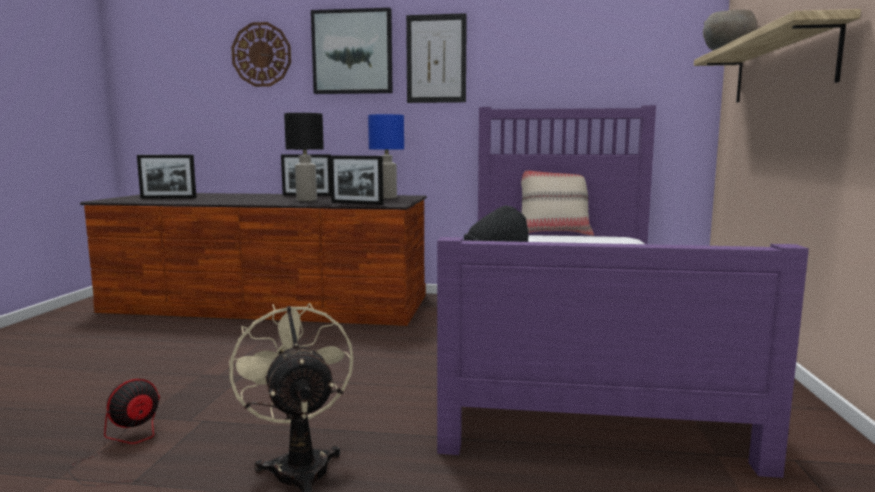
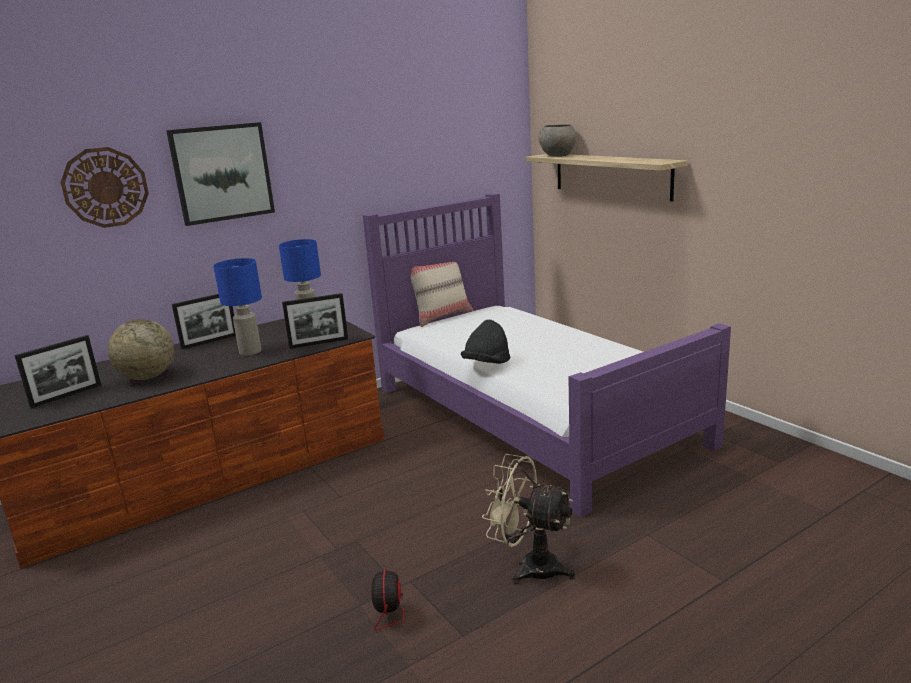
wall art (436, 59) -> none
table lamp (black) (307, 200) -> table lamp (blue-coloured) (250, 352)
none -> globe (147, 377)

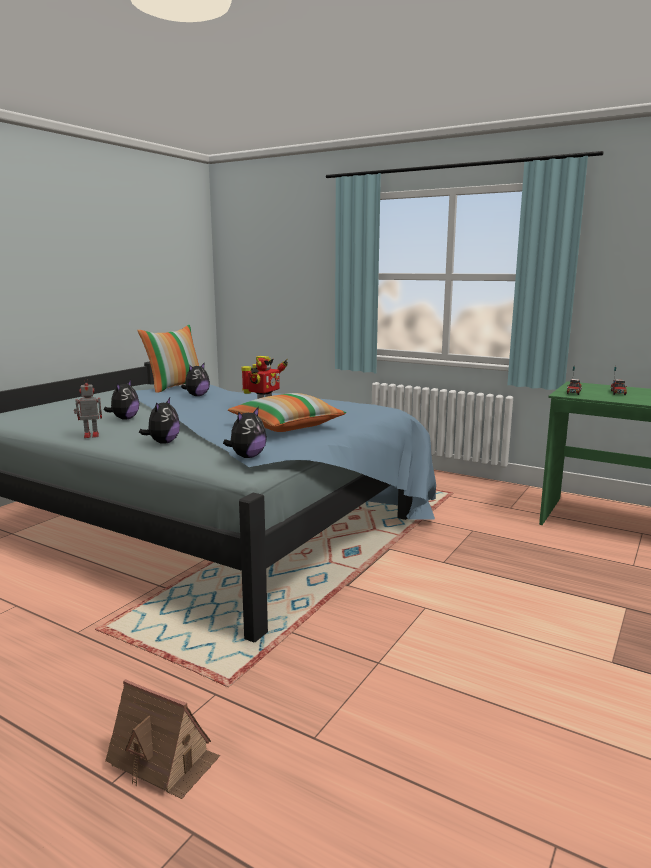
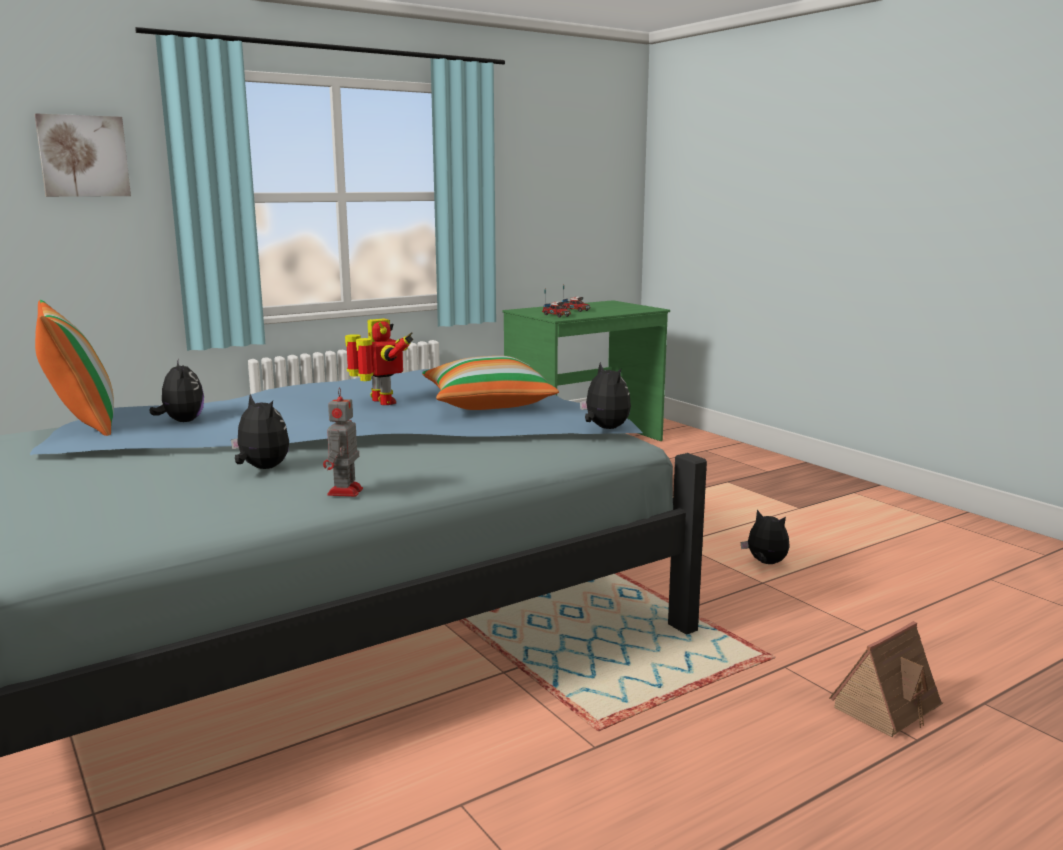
plush toy (163, 442) -> plush toy (765, 563), shifted
none -> wall art (83, 156)

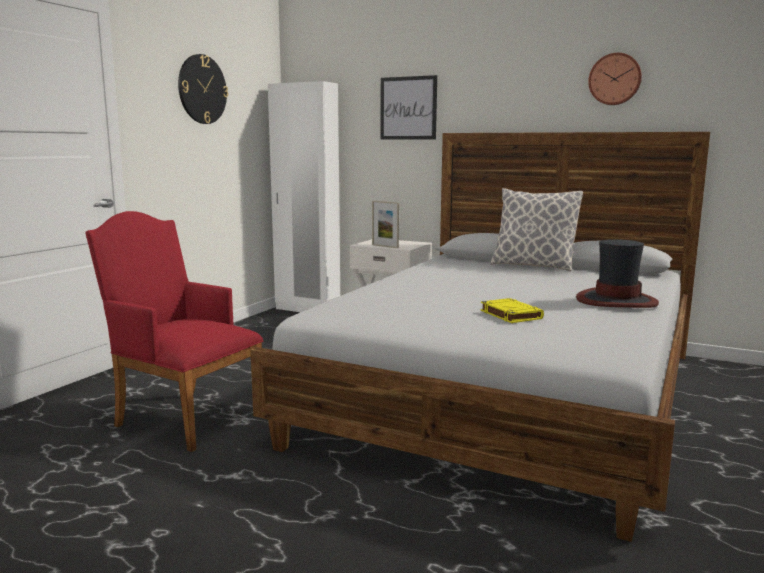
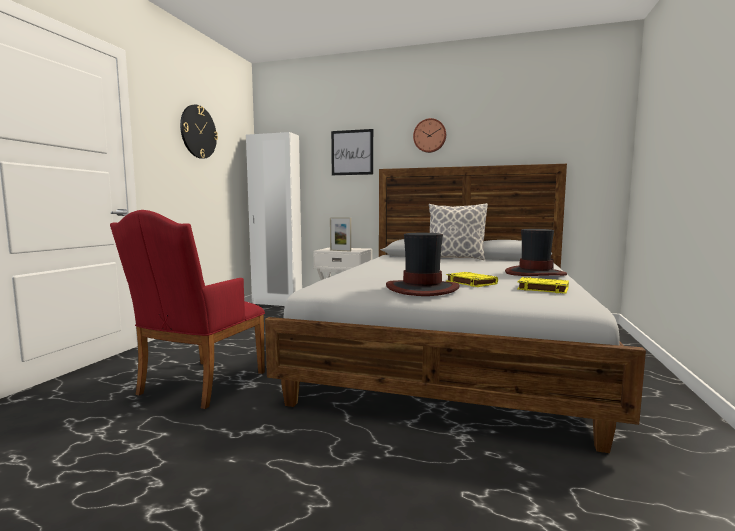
clock on the wall (615, 79) -> clock on the wall (429, 136), shifted
easy chair (red) (184, 417) -> easy chair (red) (197, 385), 90 degrees counterclockwise
none -> hat (422, 289)
none -> bound book (yellowish) (542, 289)

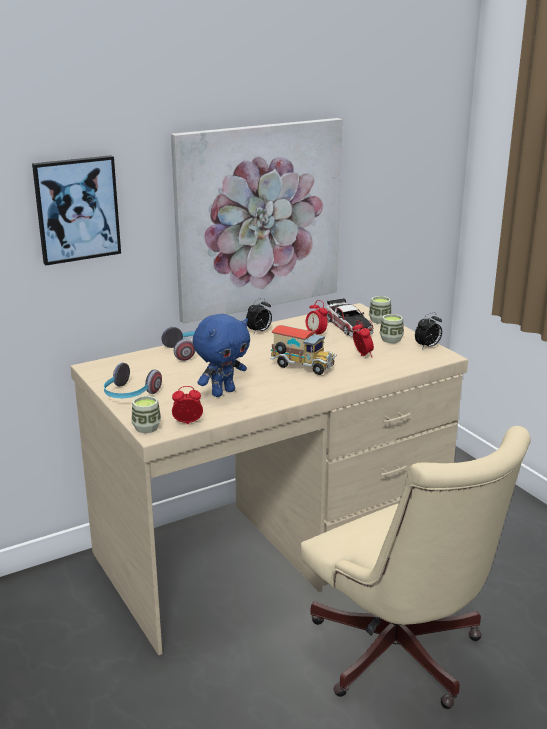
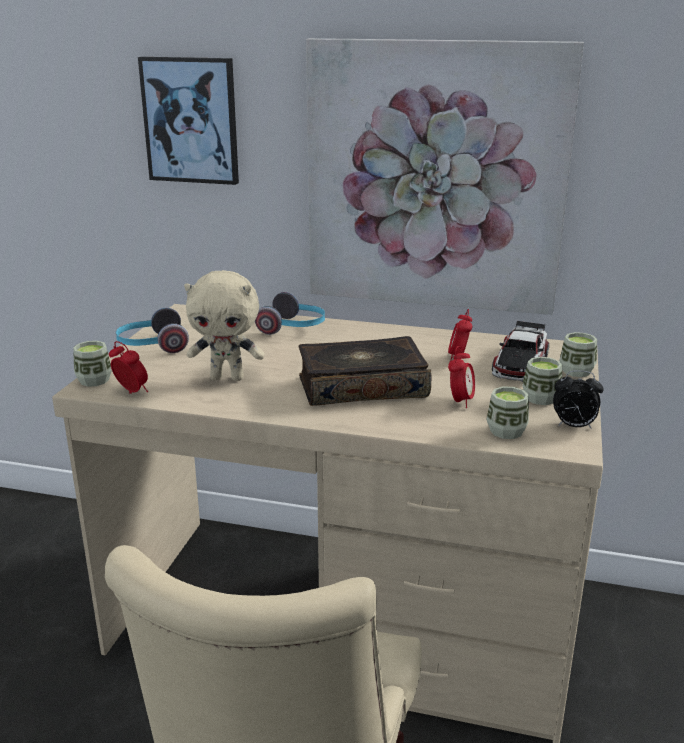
alarm clock (259, 331) -> none
plush toy (blue-coloured) (223, 392) -> plush toy (beige) (228, 377)
model truck (302, 367) -> bound book (362, 386)
none -> drinking cup (506, 431)

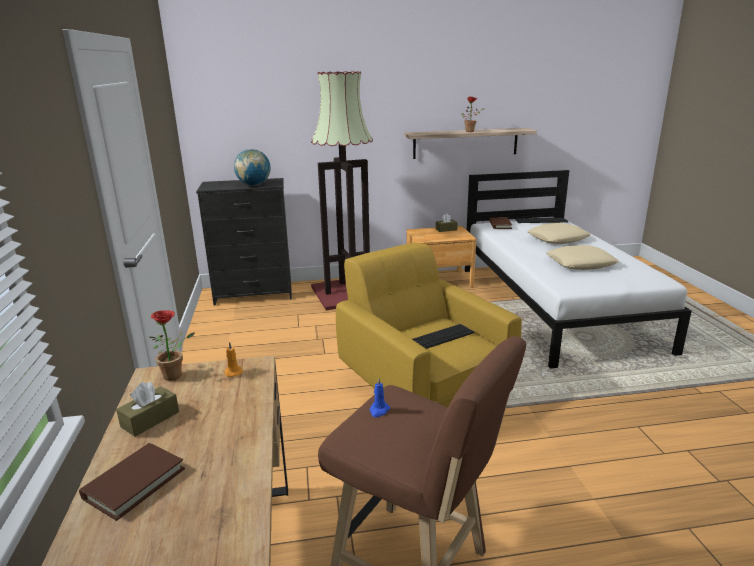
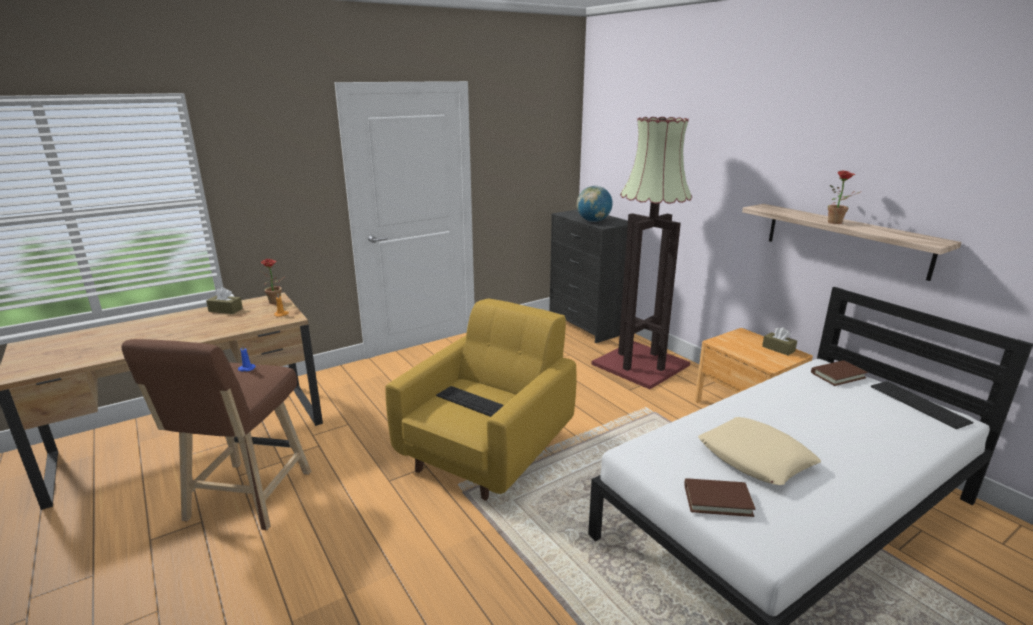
cushion (beige) (558, 239) -> none
bound book (brown) (134, 483) -> bound book (brown) (717, 500), shifted

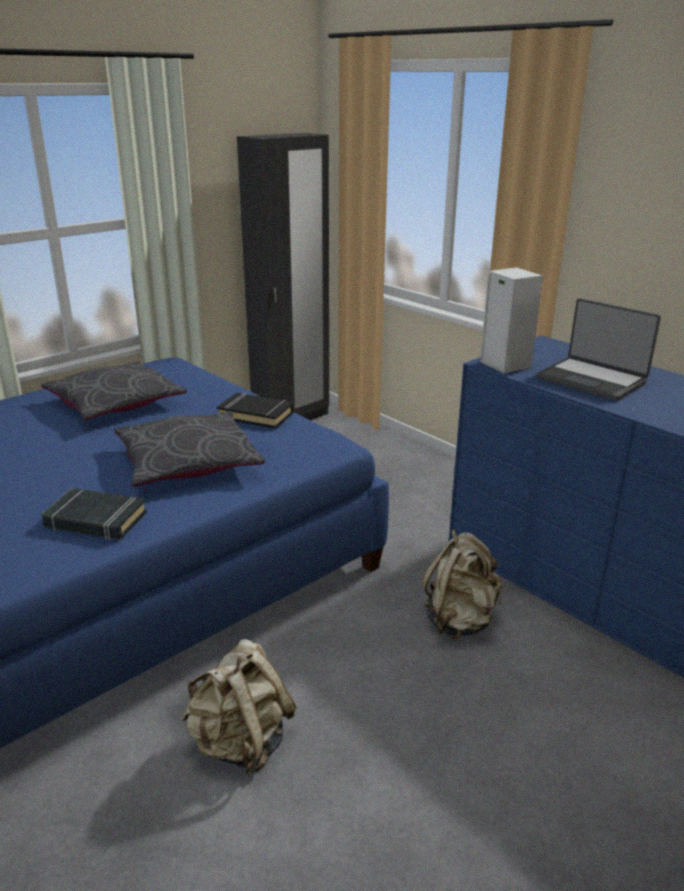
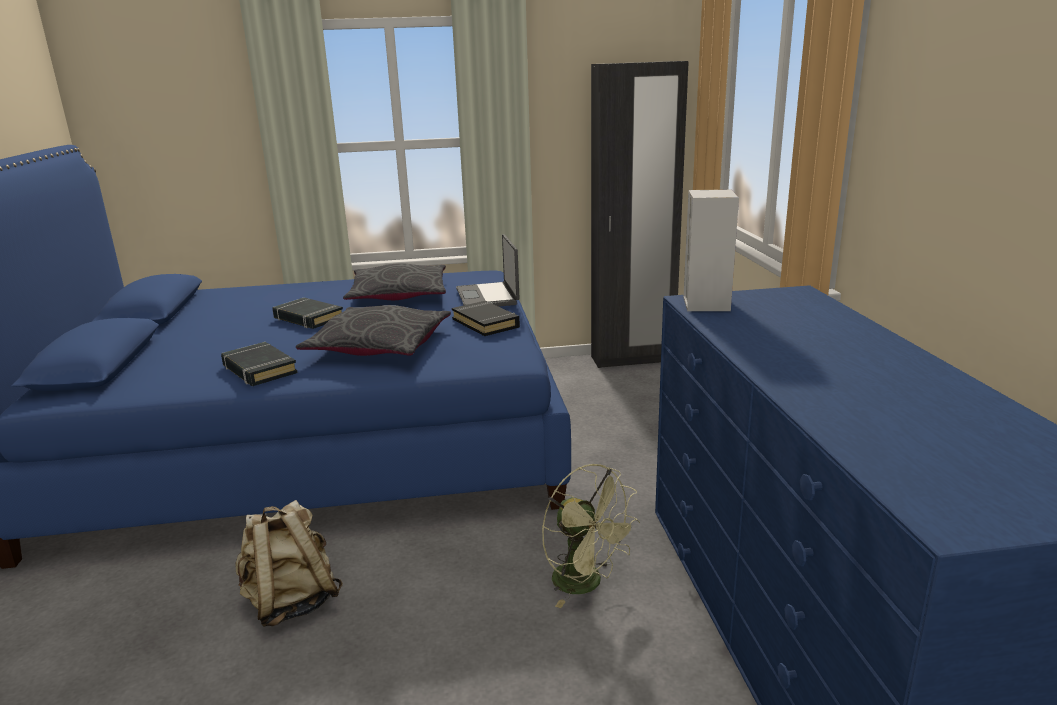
laptop (592, 380) -> laptop (488, 297), shifted
knapsack (beige) (460, 620) -> fan (green) (586, 584)
none -> bound book (black) (308, 318)

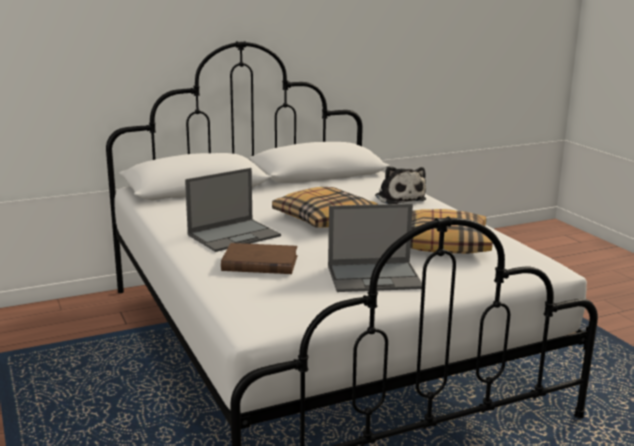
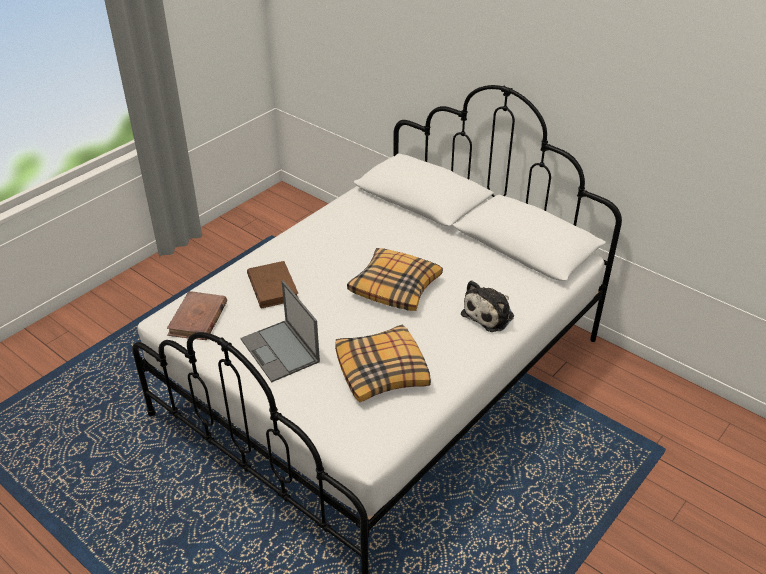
laptop (235, 235) -> none
none -> bound book (brown) (198, 319)

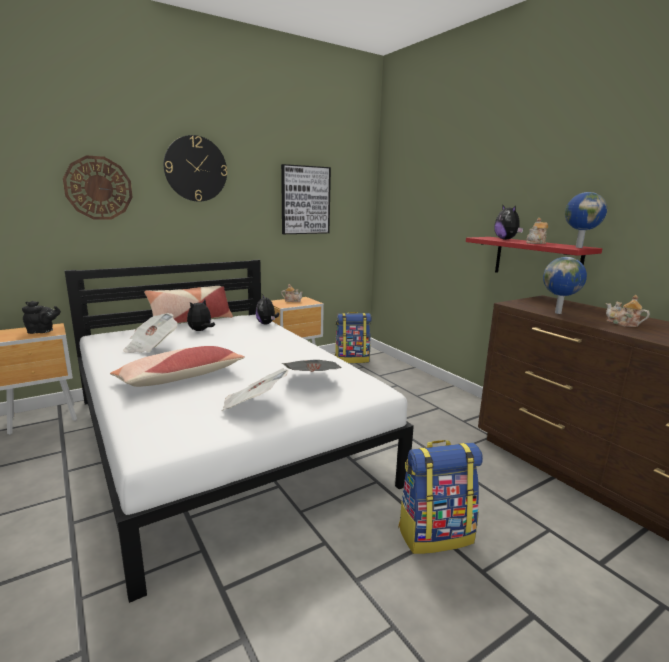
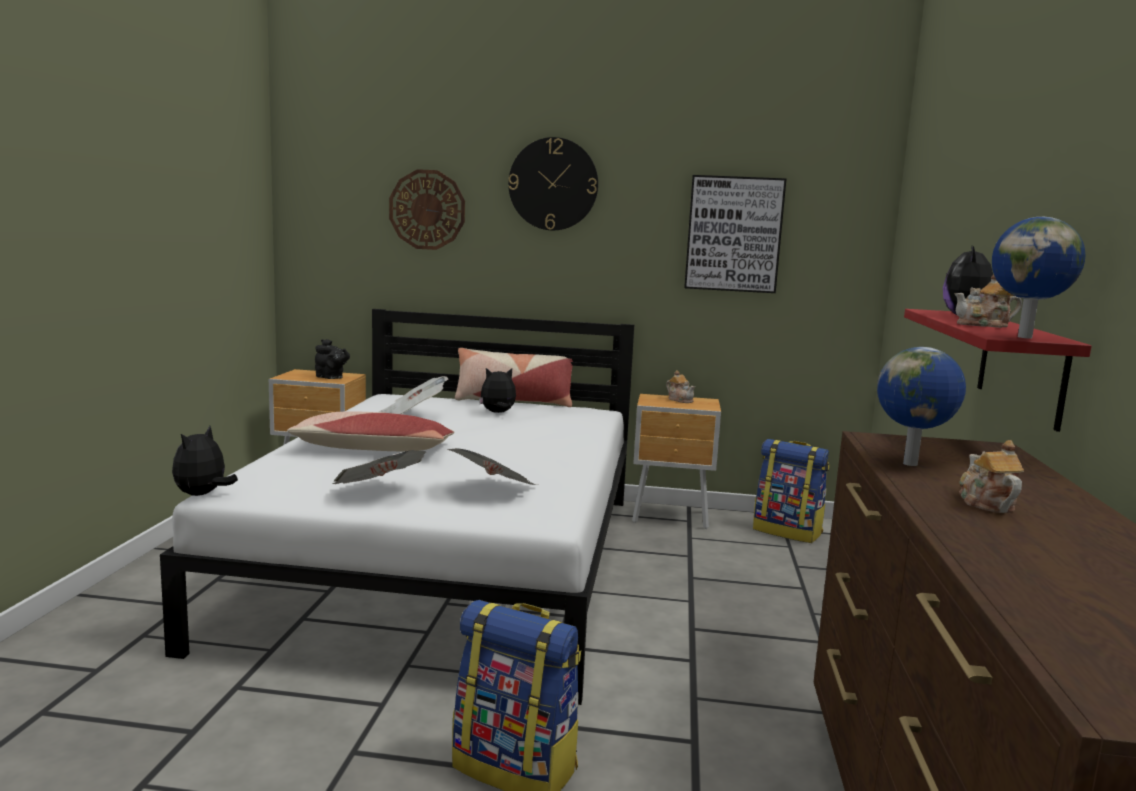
plush toy (267, 324) -> plush toy (202, 495), shifted

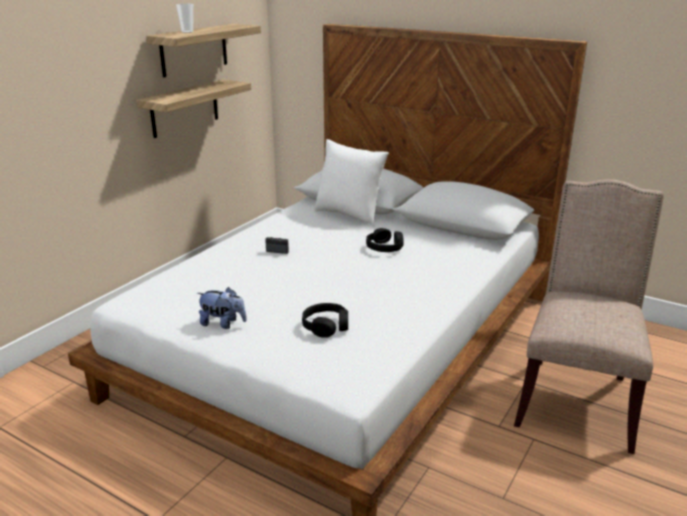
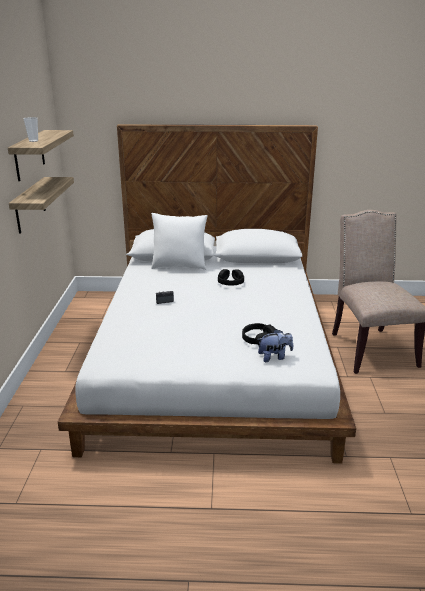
plush toy (223, 323) -> plush toy (274, 357), shifted

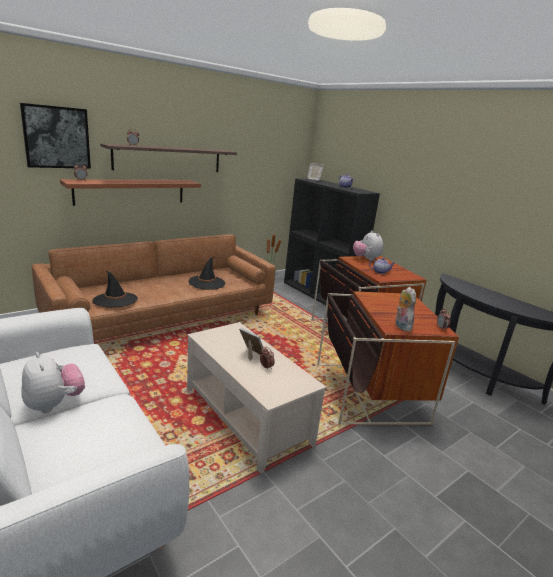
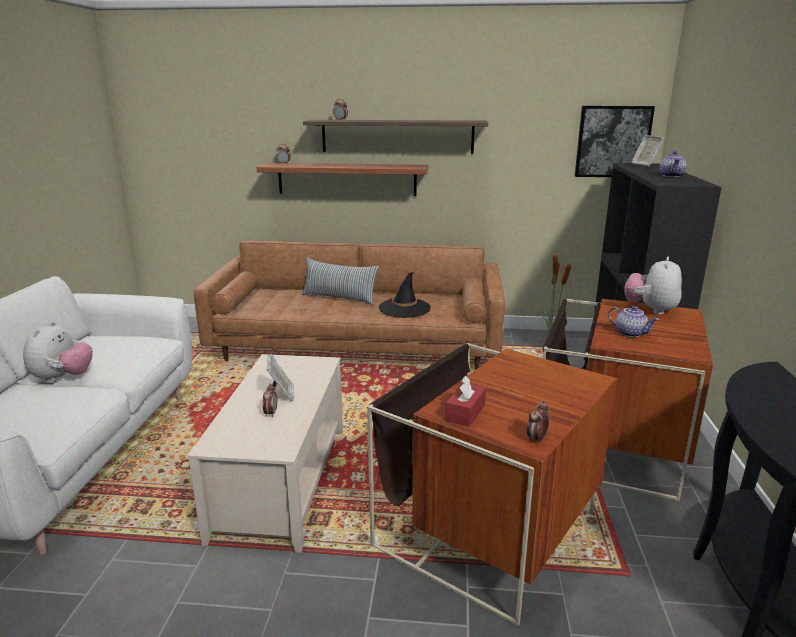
wall art (56, 137) -> wall art (612, 141), shifted
hat (black) (115, 300) -> none
plush toy (401, 326) -> box of tissues (red) (465, 413)
none -> cushion (339, 298)

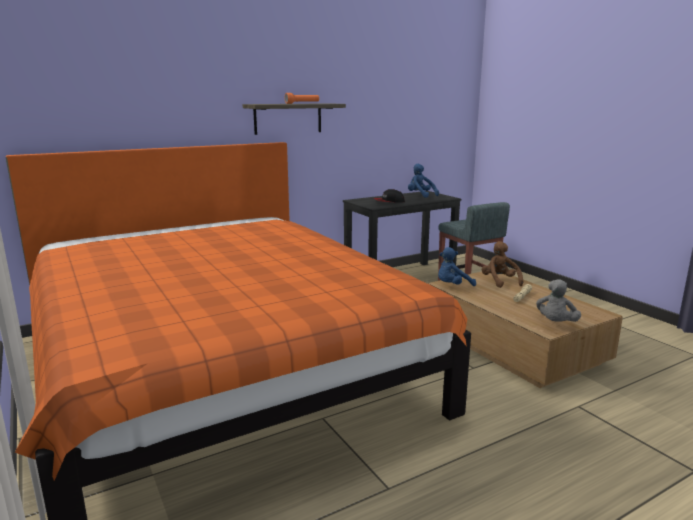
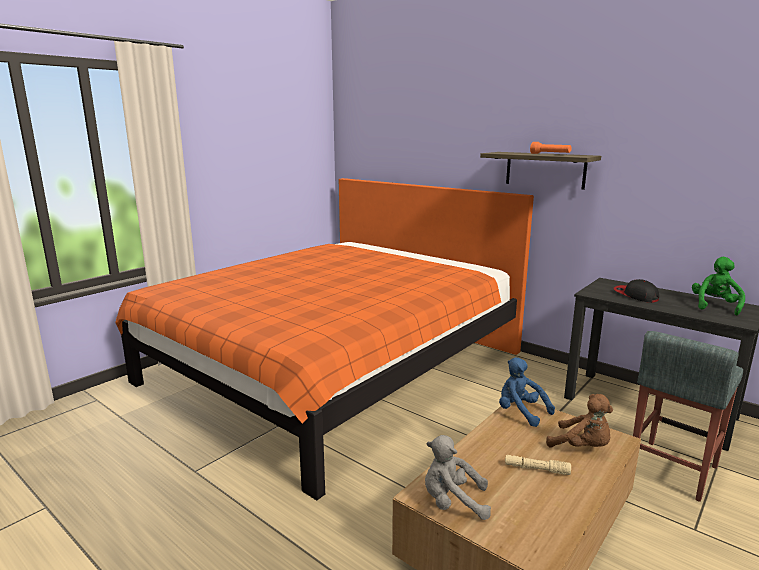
plush toy (blue-coloured) (420, 195) -> plush toy (green) (714, 306)
plush toy (brown) (499, 281) -> plush toy (brown) (582, 447), 75 degrees clockwise

